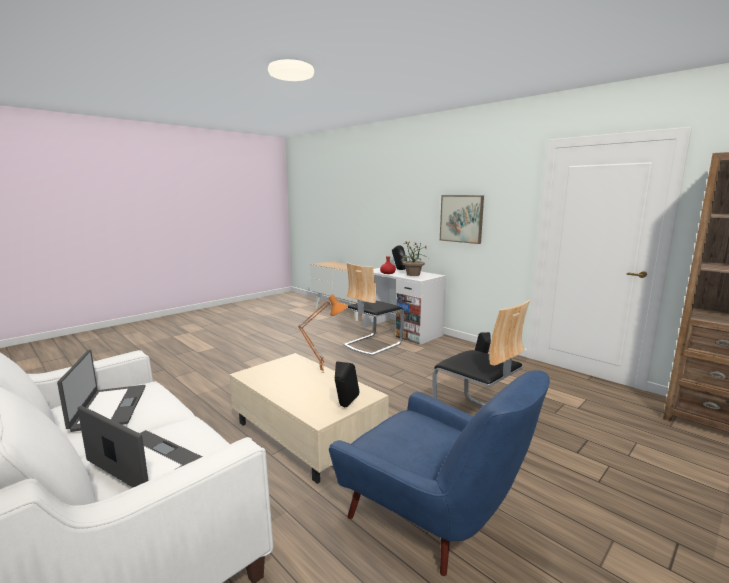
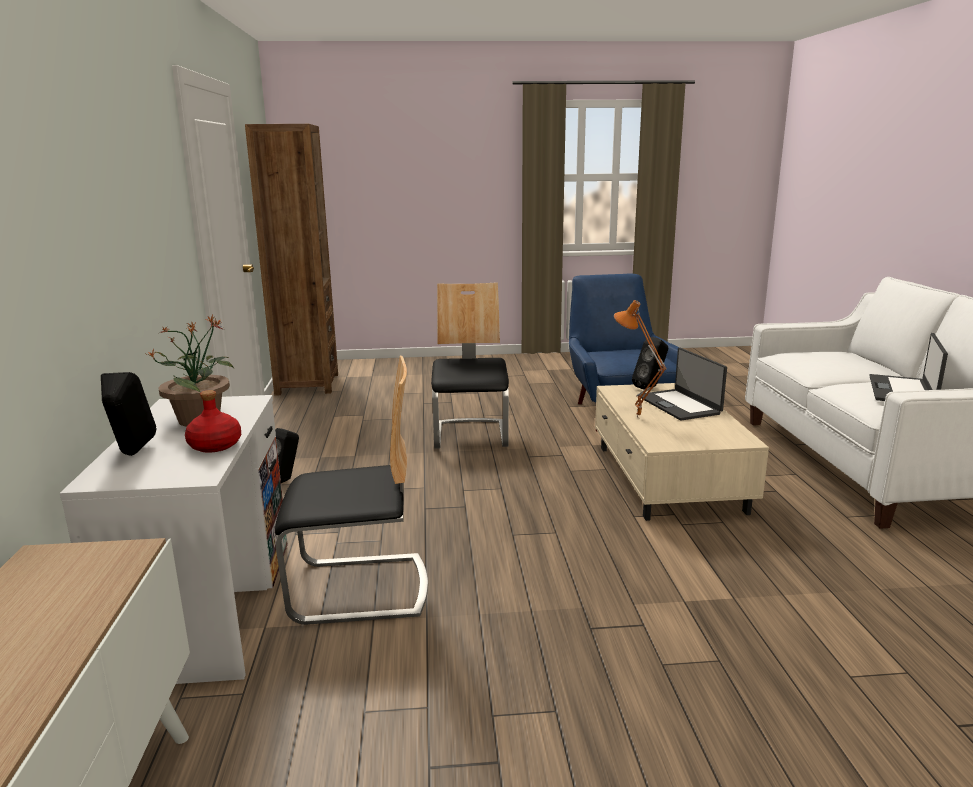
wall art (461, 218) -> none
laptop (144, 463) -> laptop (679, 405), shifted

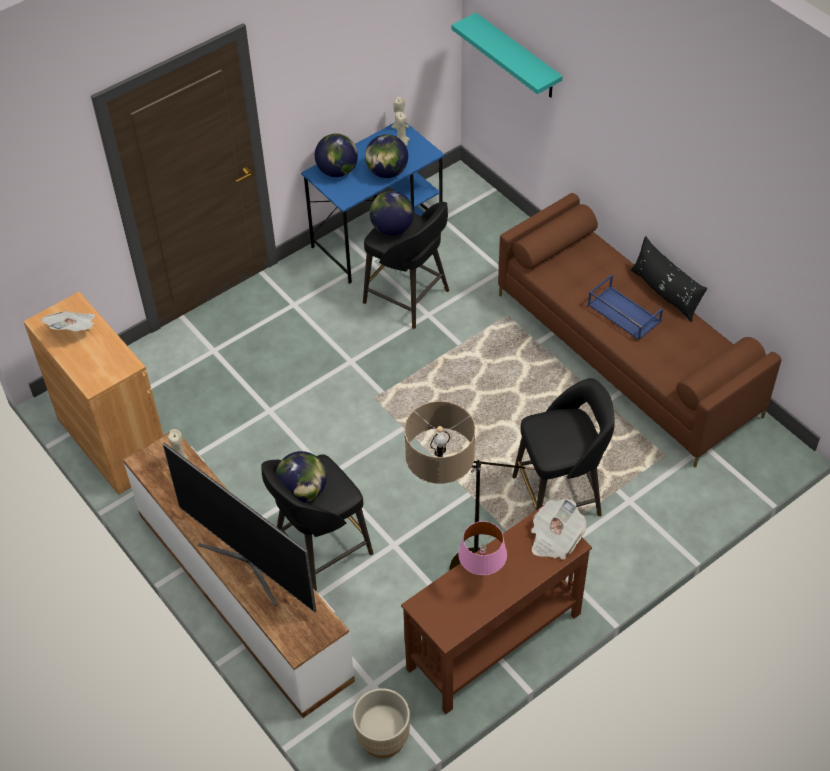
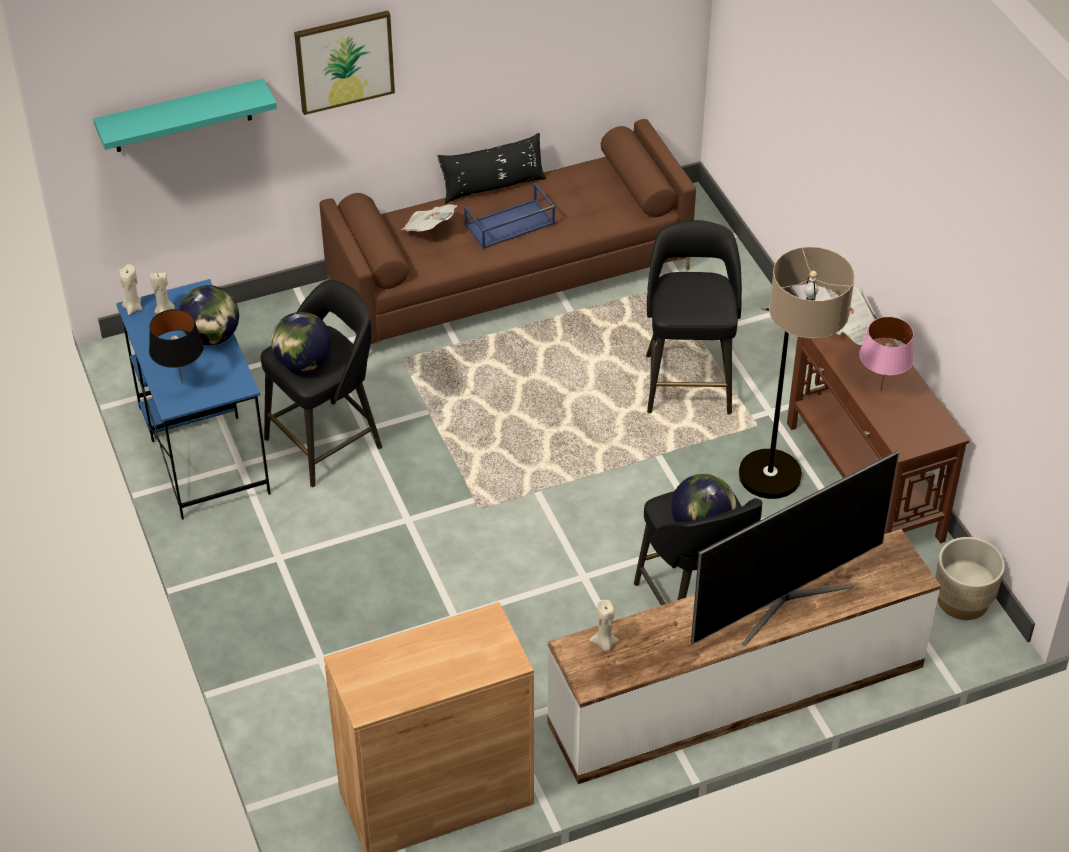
globe (337, 171) -> table lamp (black) (181, 383)
printed paper (74, 329) -> printed paper (429, 229), shifted
none -> wall art (344, 61)

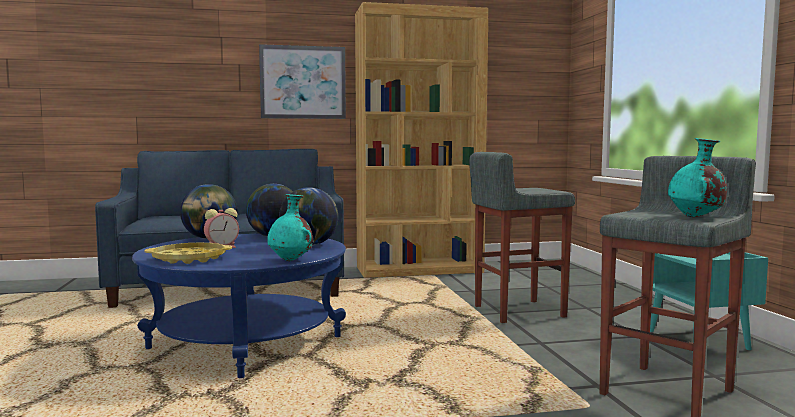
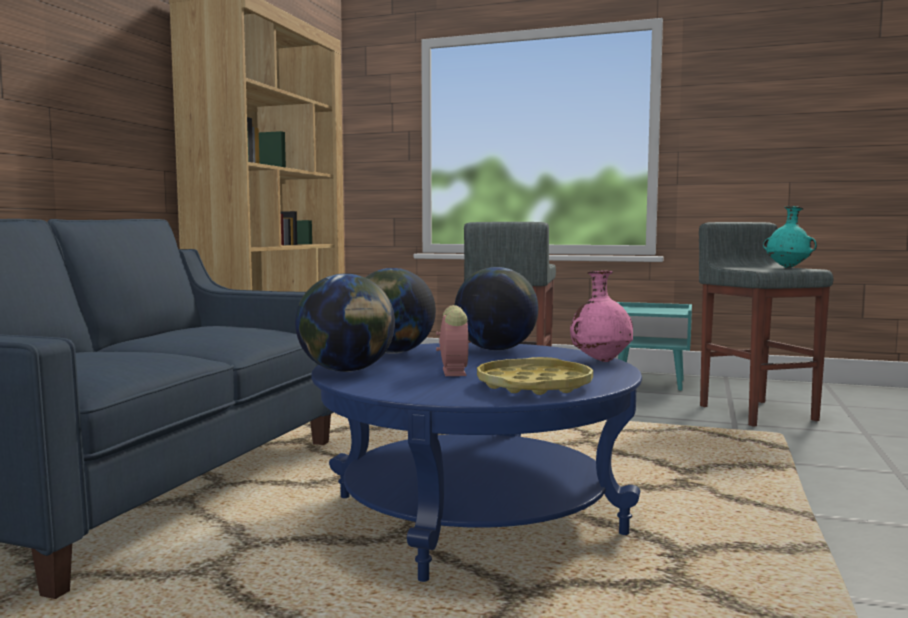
wall art (303, 82) -> none
decorative vase (turquoise-coloured) (291, 260) -> decorative vase (pink-coloured) (601, 361)

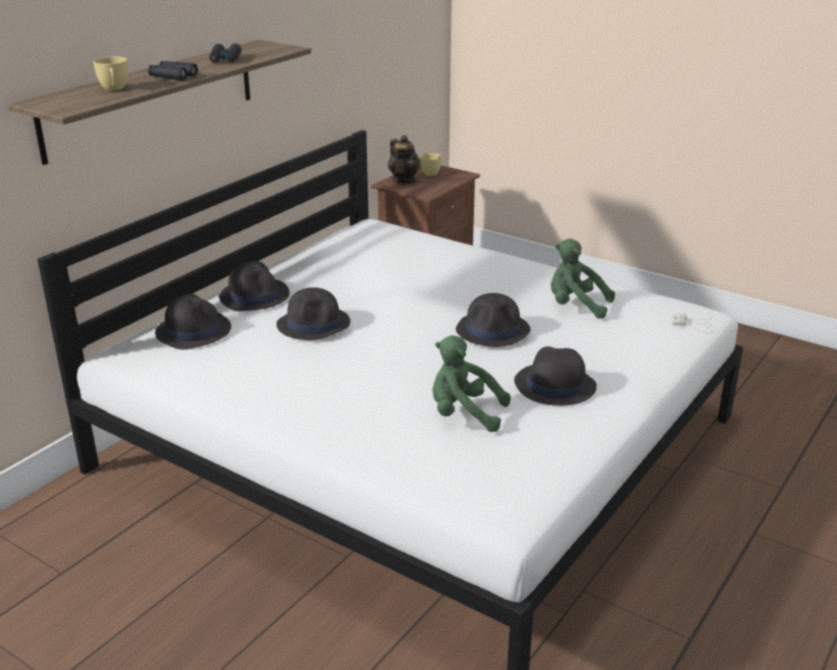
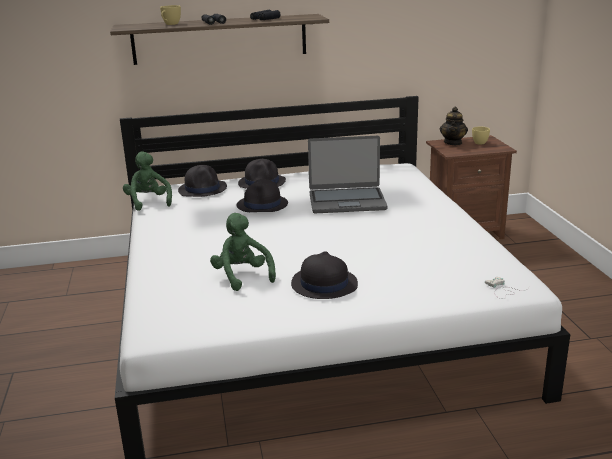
plush toy (green) (576, 306) -> plush toy (green) (148, 202), shifted
hat (black) (493, 330) -> none
none -> laptop (347, 201)

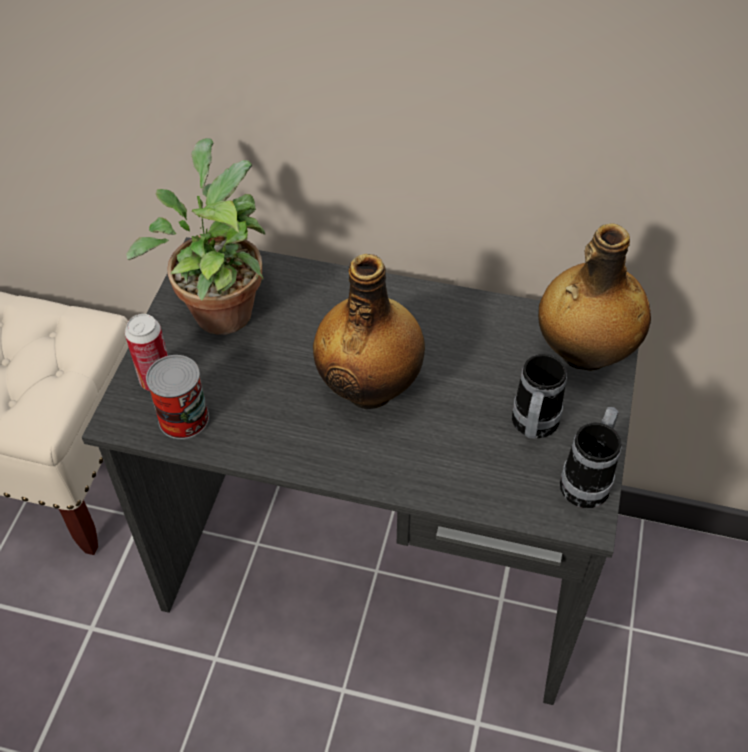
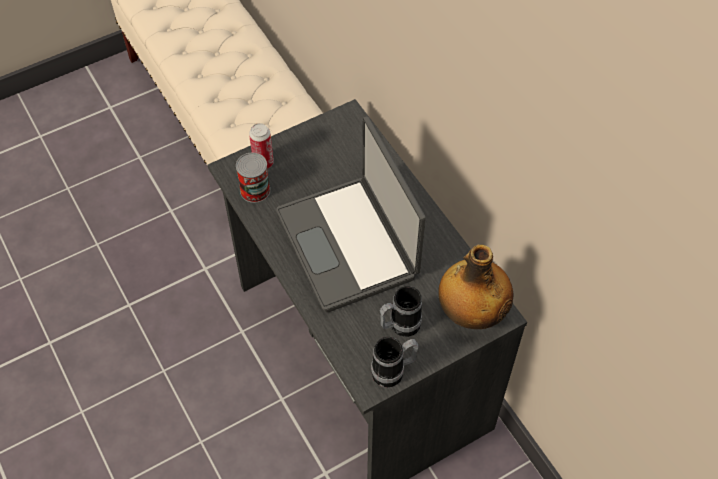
houseplant (220, 308) -> none
drink bottle (370, 387) -> laptop (350, 243)

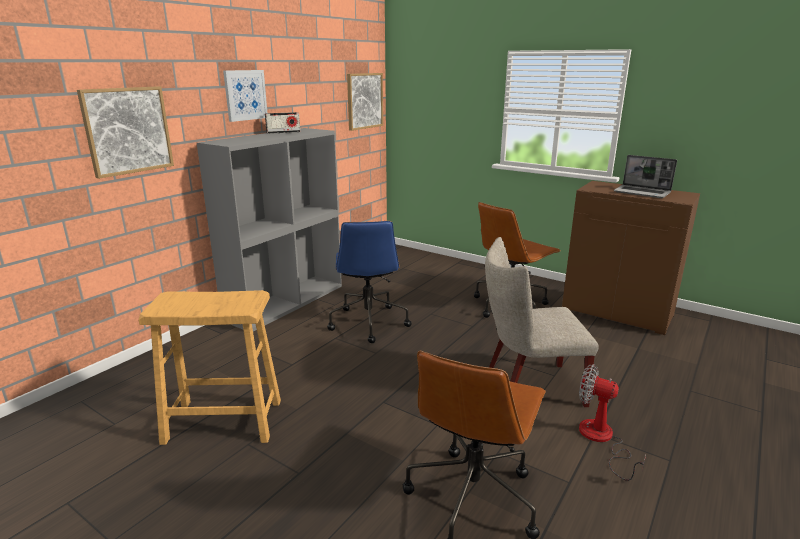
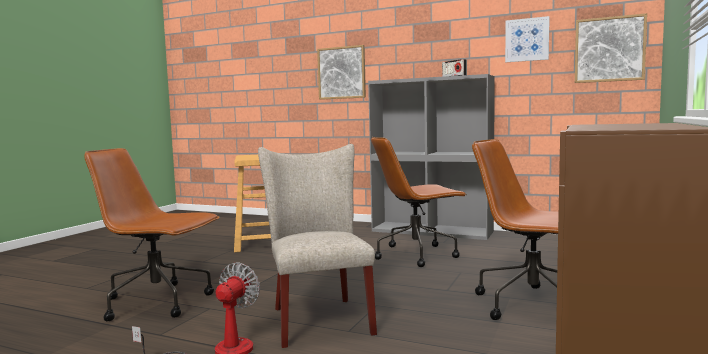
wall art (245, 95) -> wall art (527, 40), shifted
laptop (642, 193) -> none
desk chair (blue-coloured) (368, 322) -> desk chair (brown) (417, 254)

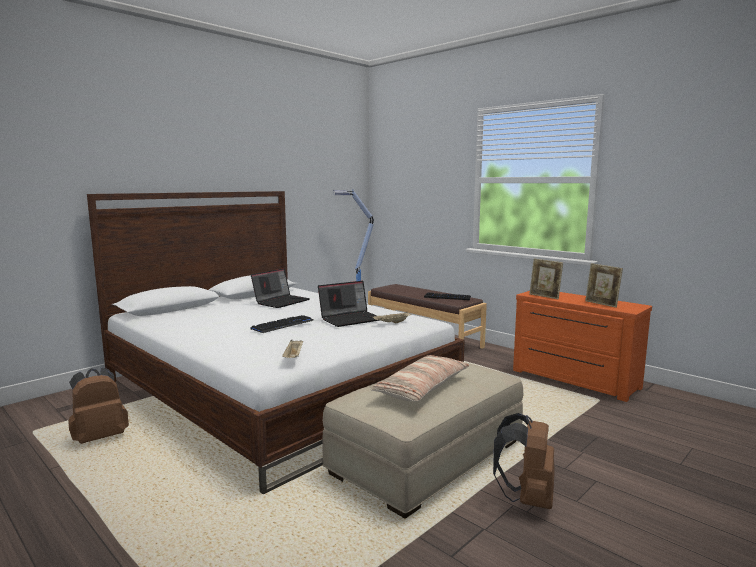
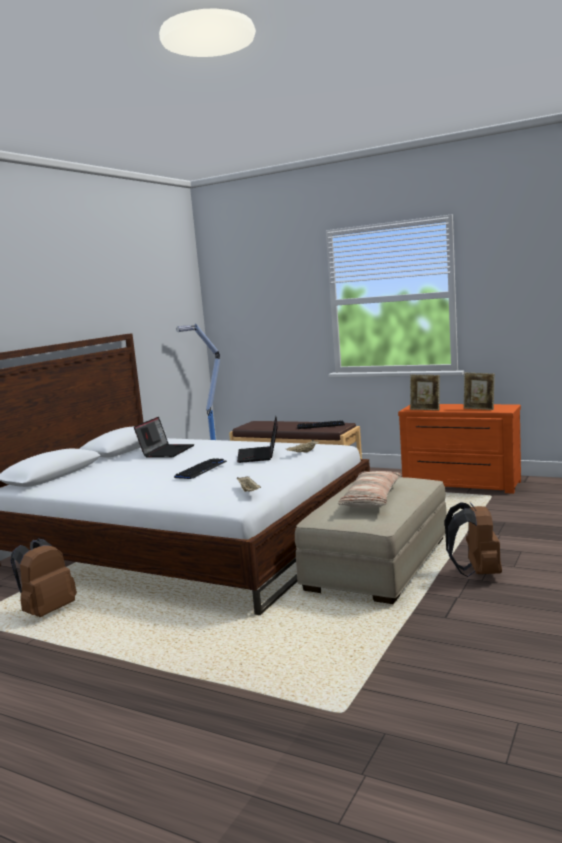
laptop (351, 319) -> laptop (259, 455), 135 degrees clockwise

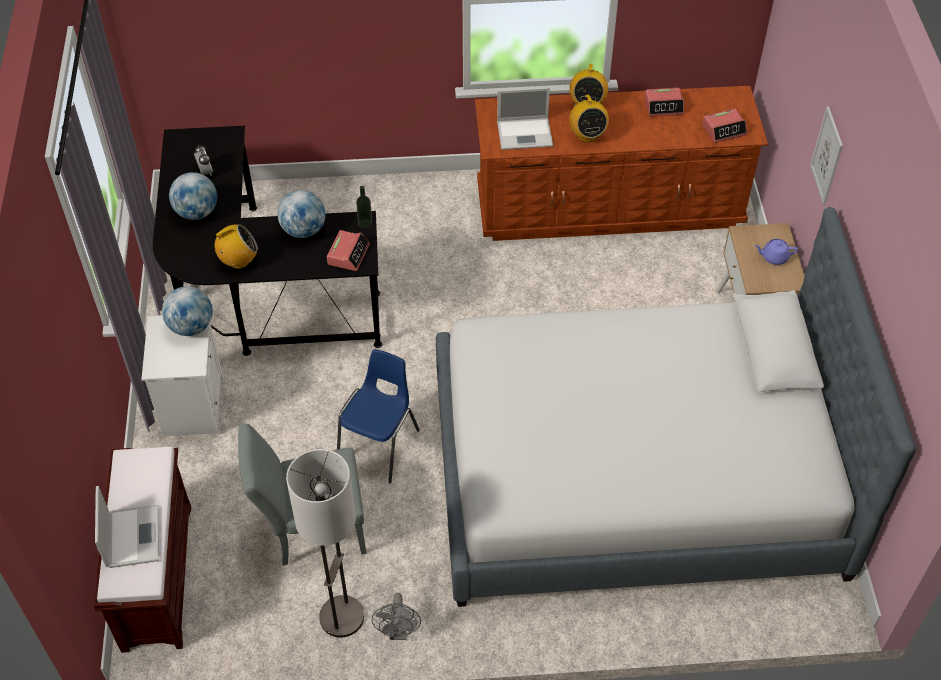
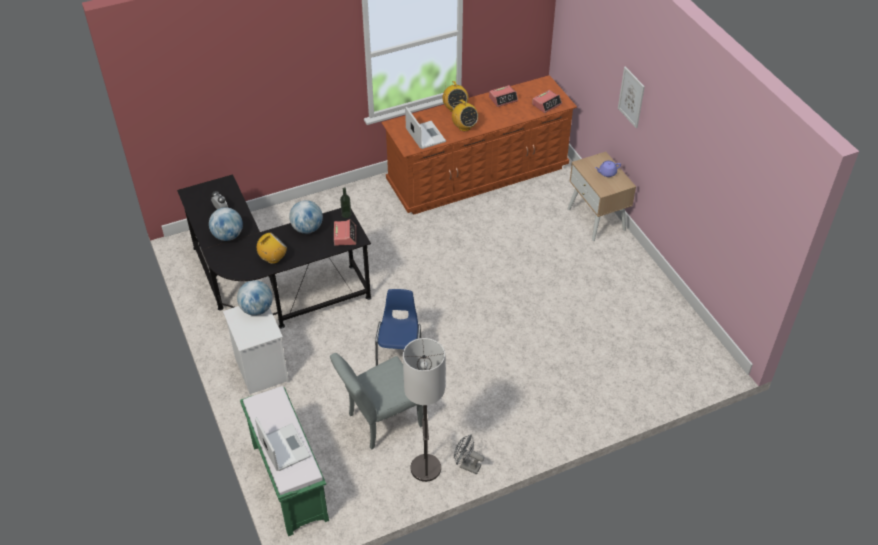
laptop (526, 133) -> laptop (425, 135), 90 degrees counterclockwise
bed (635, 474) -> none
bench (brown) (156, 575) -> bench (green) (288, 481)
fan (grey) (398, 632) -> fan (grey) (467, 466), 135 degrees clockwise

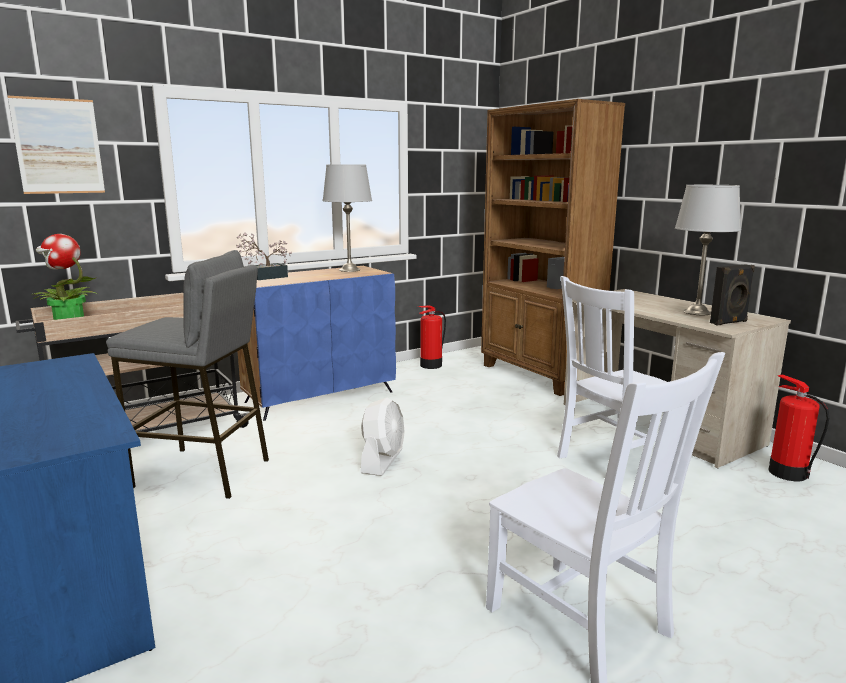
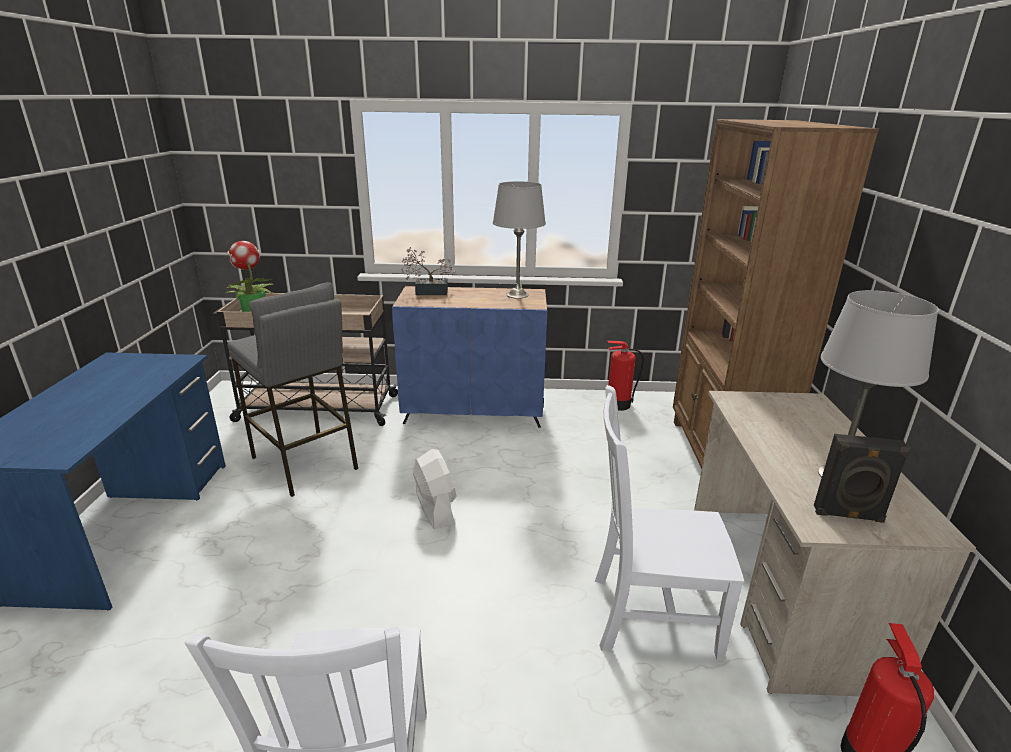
wall art (58, 146) -> none
fan (white) (382, 460) -> fan (white) (435, 508), 75 degrees counterclockwise

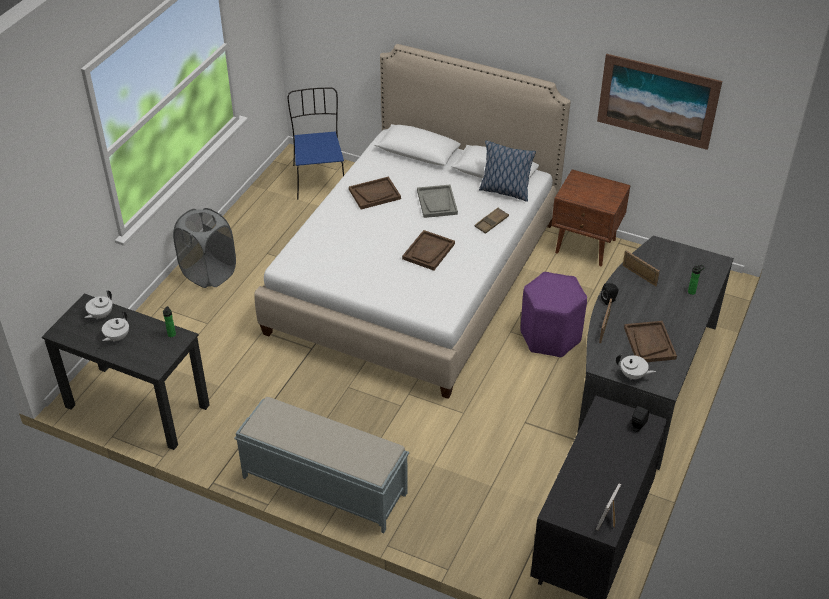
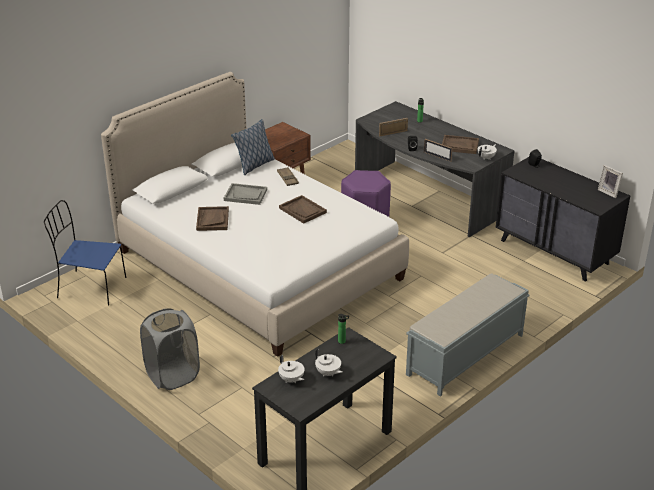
wall art (657, 101) -> none

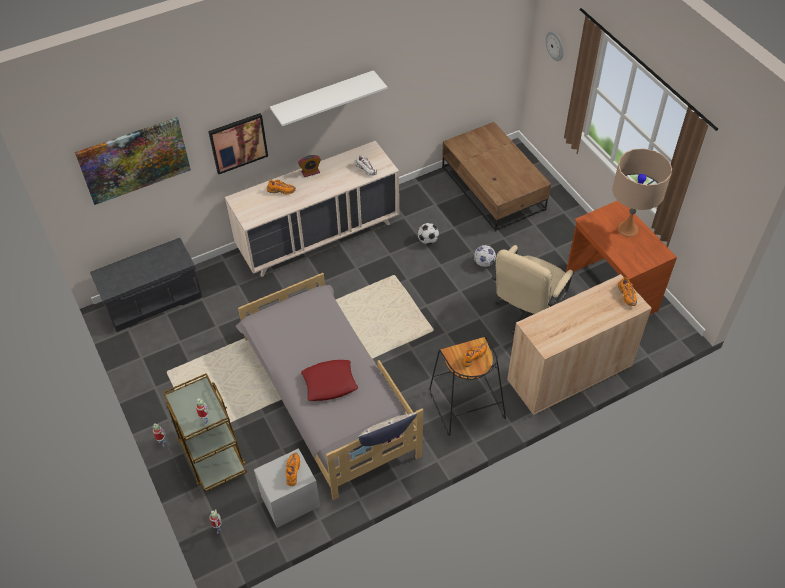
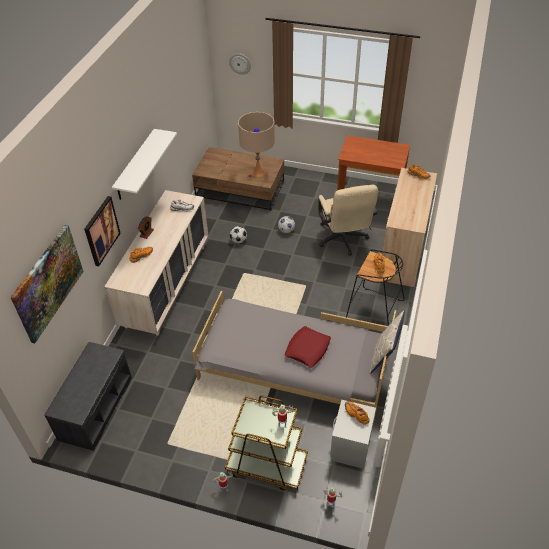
table lamp (beige) (627, 229) -> table lamp (beige) (258, 173), shifted

